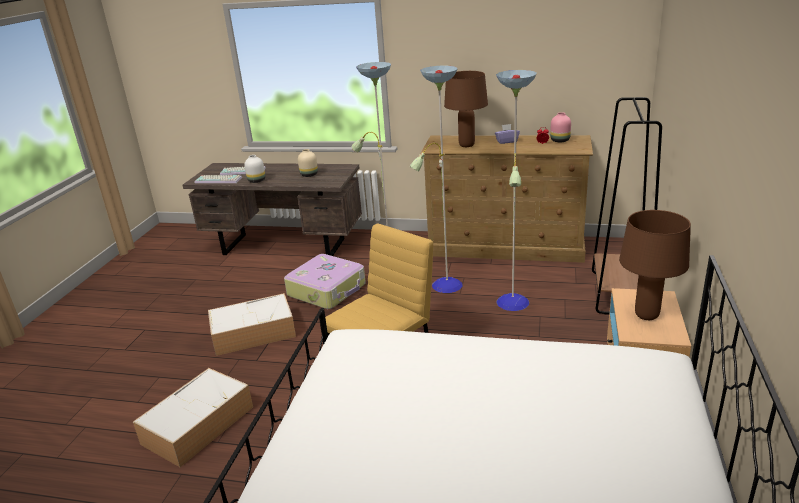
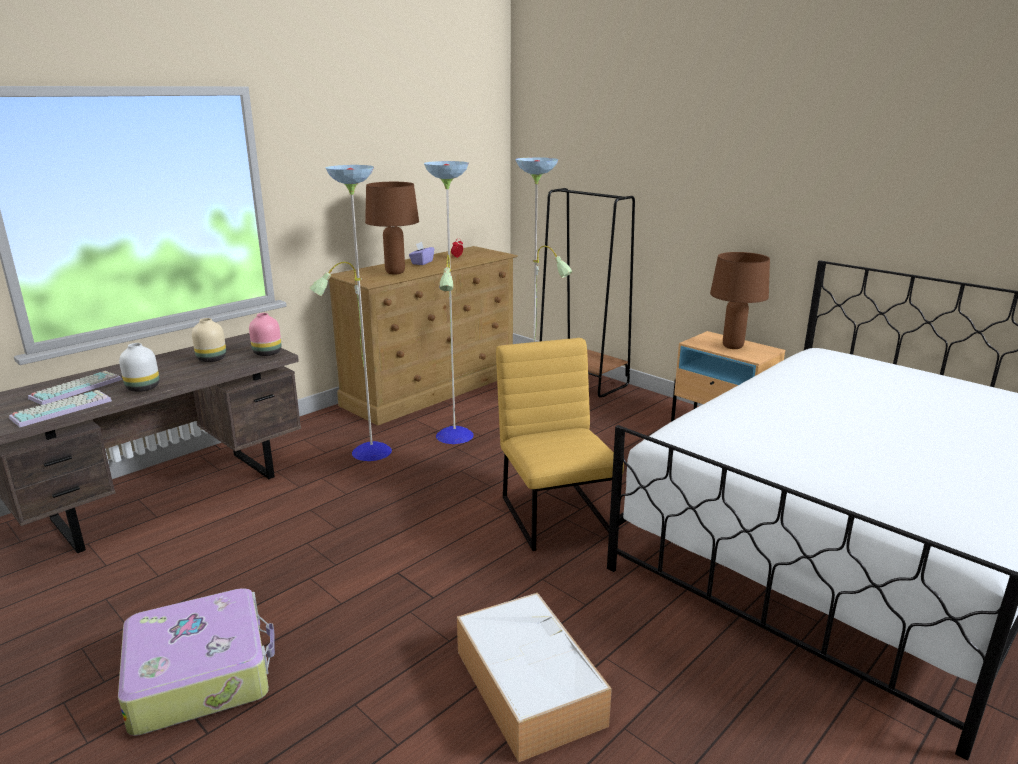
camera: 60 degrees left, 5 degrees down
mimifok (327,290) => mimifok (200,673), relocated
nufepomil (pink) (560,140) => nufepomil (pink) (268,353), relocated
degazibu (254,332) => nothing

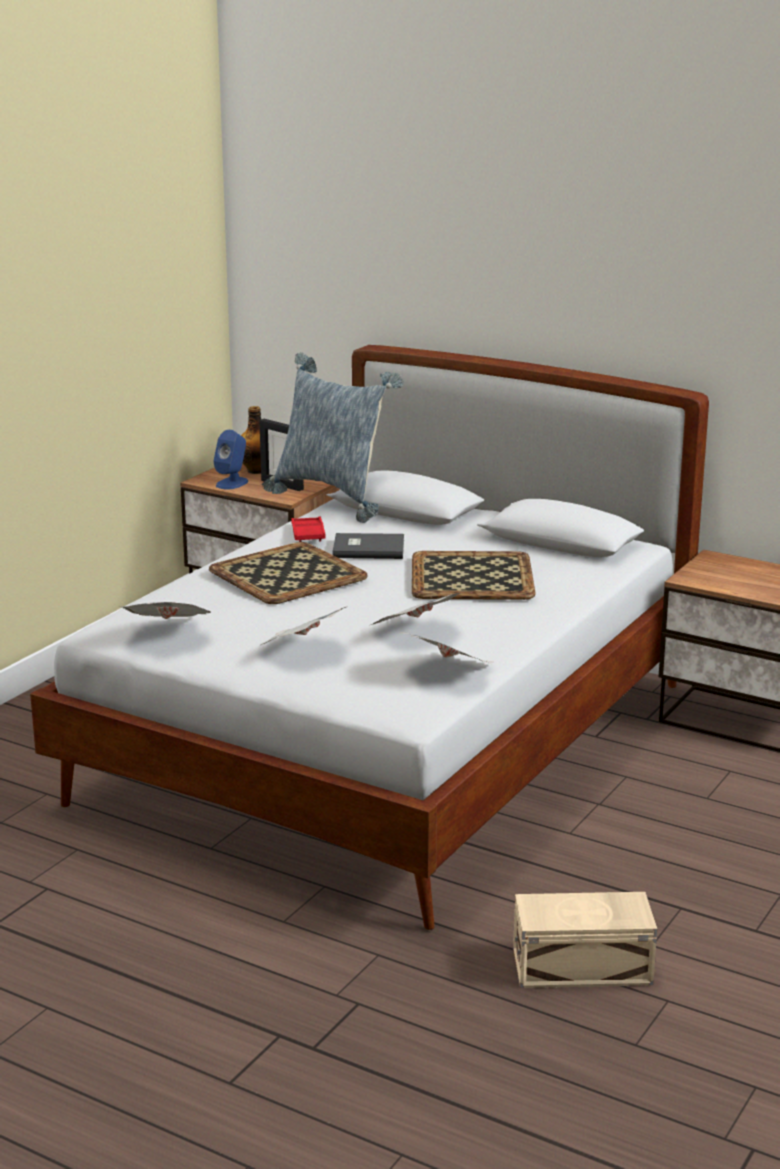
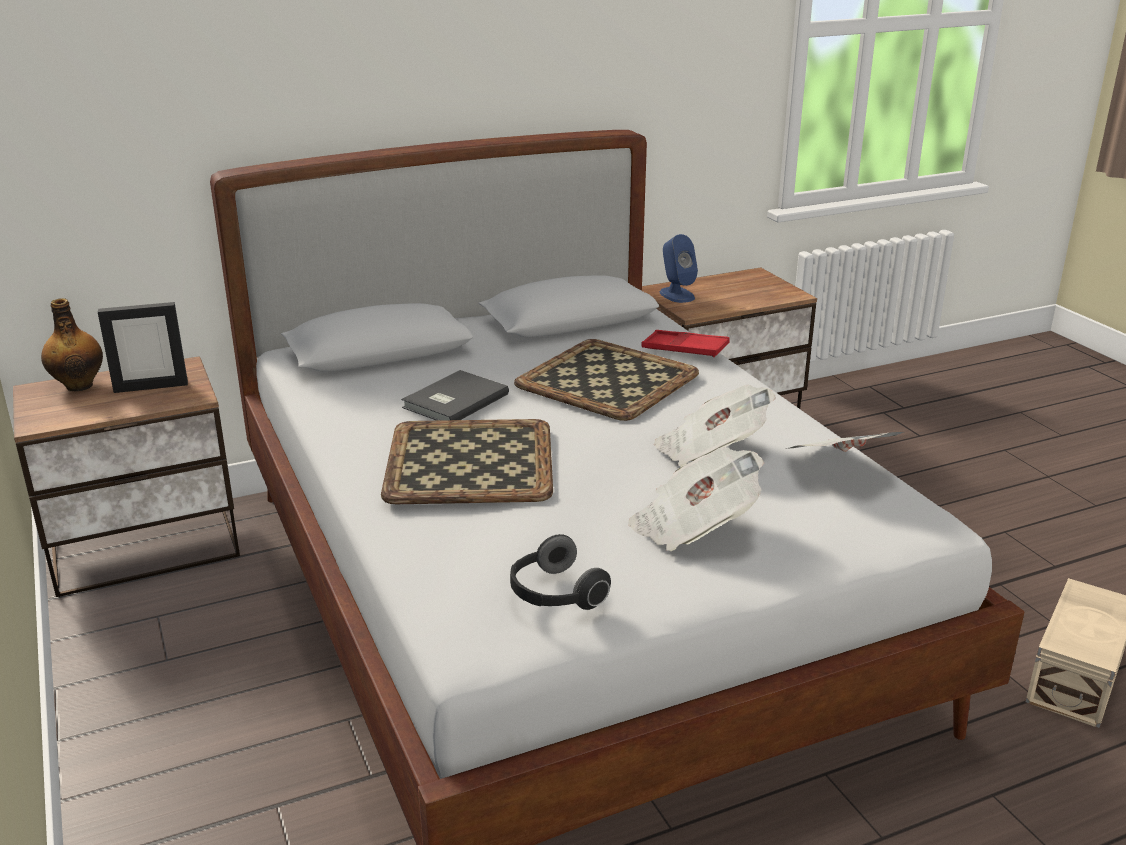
camera: 55 degrees left, 5 degrees up
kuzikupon (168,633) => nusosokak (554,595)
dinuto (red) (308,534) => dinuto (red) (685,349), relocated
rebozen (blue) (232,483) => rebozen (blue) (676,295), relocated
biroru (334,504) => nothing

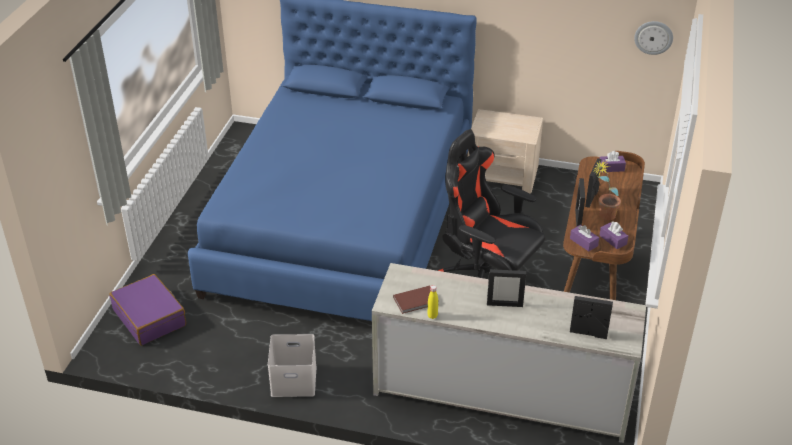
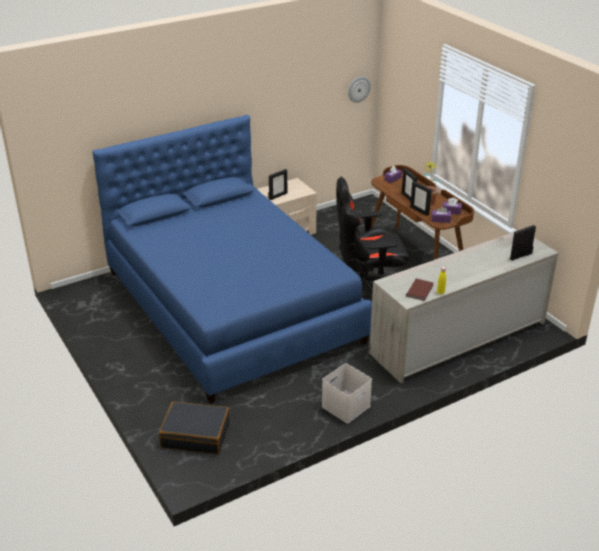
camera: 45 degrees left, 5 degrees down
mimifok (purple) (150,317) => mimifok (black) (196,435)
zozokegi (504,304) => zozokegi (278,196), relocated

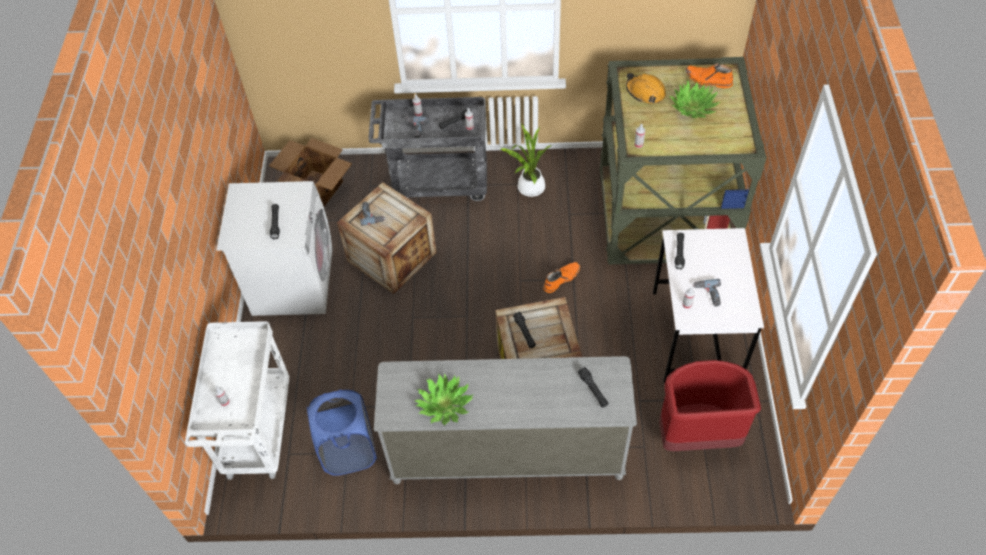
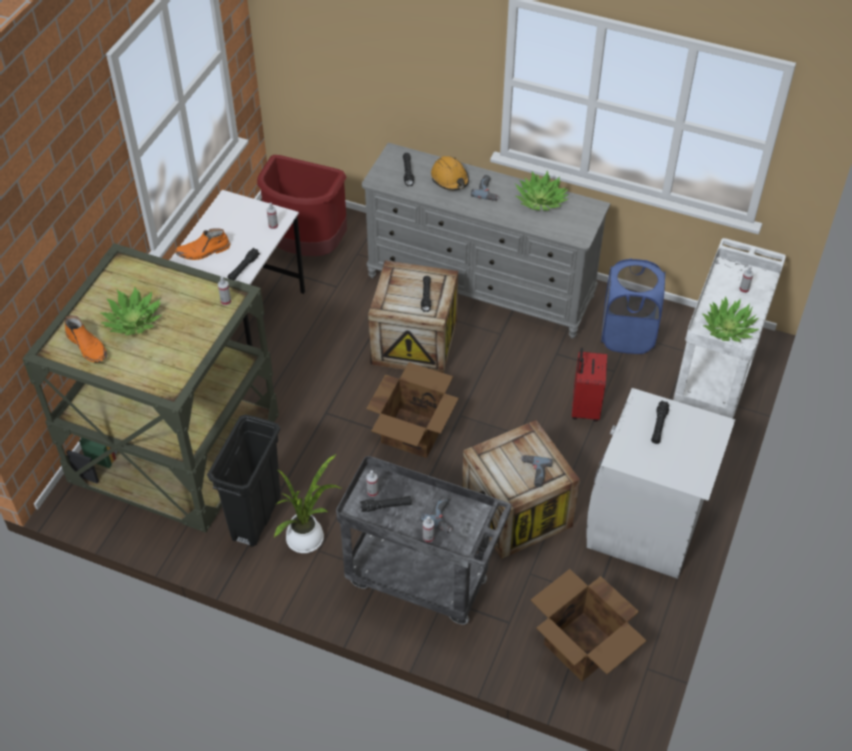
camera: 160 degrees left, 5 degrees down
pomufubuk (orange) (561,279) => pomufubuk (orange) (203,251), relocated
nothing => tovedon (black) (256,518)
nothing => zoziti (413,432)
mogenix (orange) (645,92) => mogenix (orange) (450,179), relocated
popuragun (707,294) => popuragun (488,191), relocated
nothing => mimifok (red) (584,407)
nothing => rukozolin (728,328)

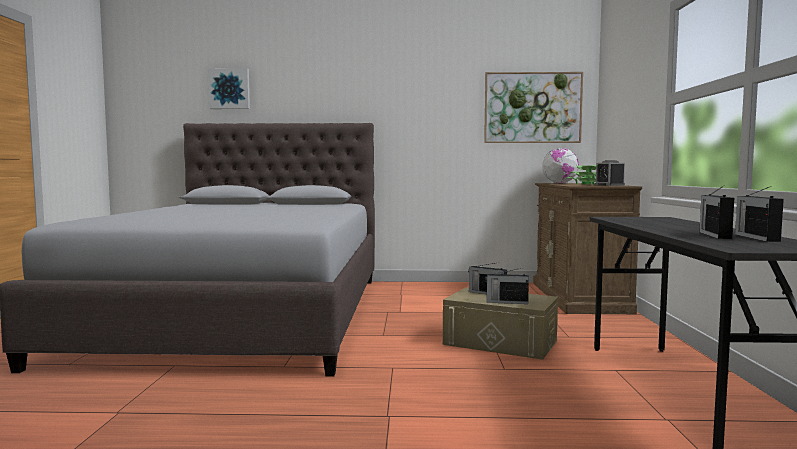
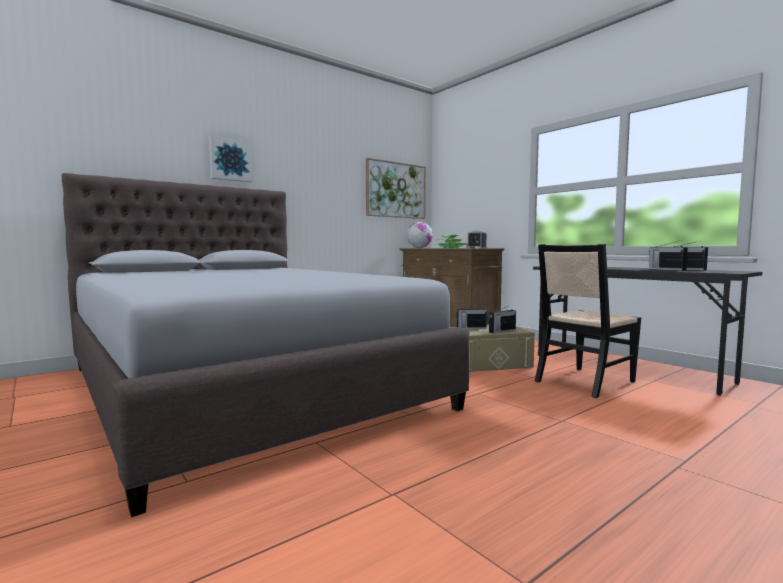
camera: 40 degrees left, 0 degrees up
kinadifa (230,89) => kinadifa (230,160), relocated
nothing => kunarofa (585,382)

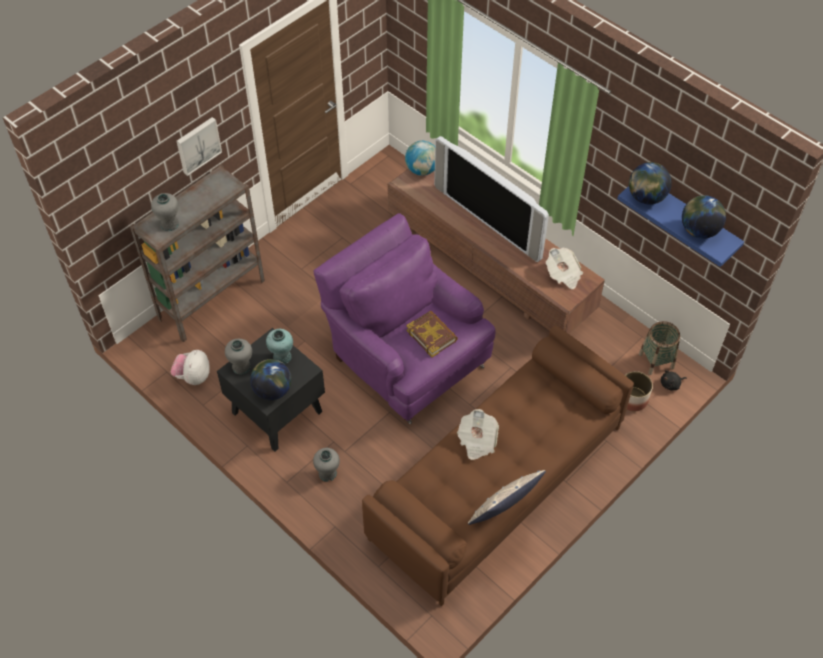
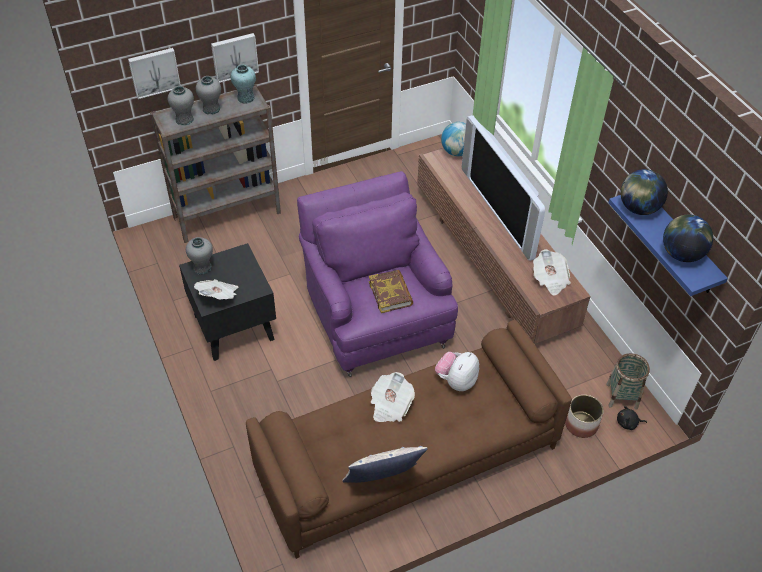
camera: 20 degrees right, 5 degrees down
nothing => kinadifa (154,72)
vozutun (272,390) => kuzikupon (219,296)
nufepomil (grey) (327,473) => nufepomil (grey) (211,109), relocated
nufepomil (turquoise) (282,357) => nufepomil (turquoise) (245,98), relocated
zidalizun (193,376) => zidalizun (456,381), relocated

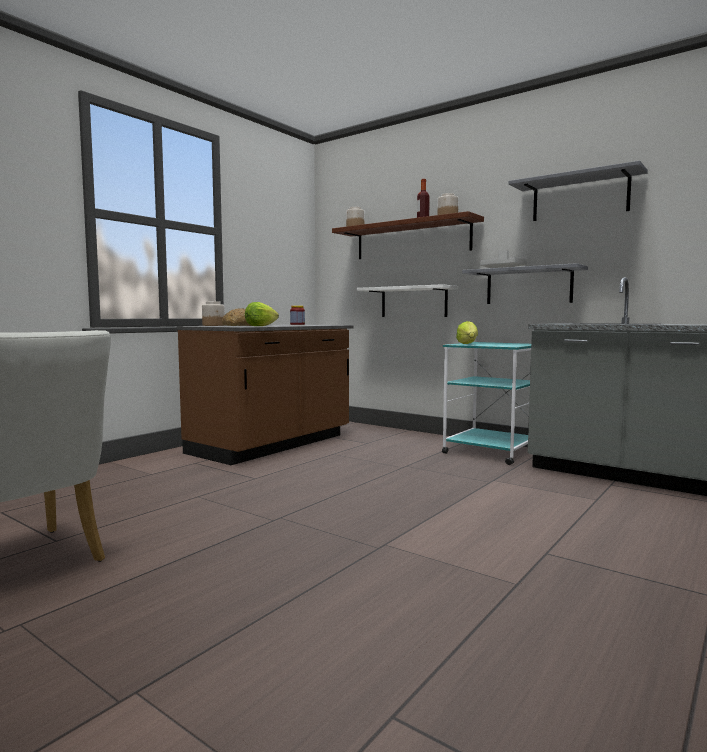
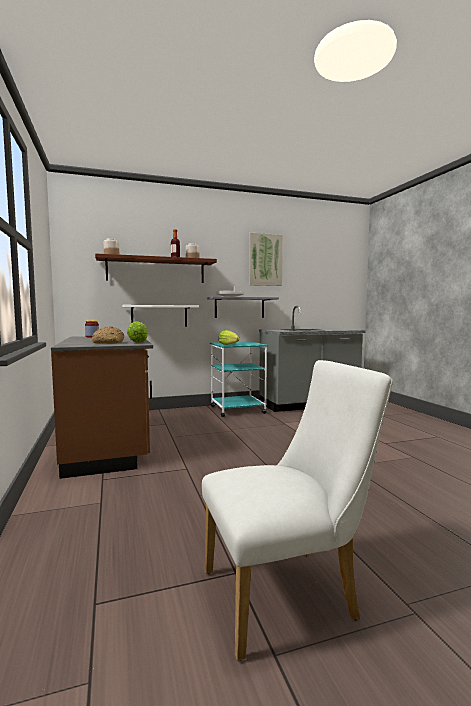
camera: 55 degrees left, 0 degrees up
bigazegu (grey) (580,197) => kinadifa (265,260)
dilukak (214,325) => nothing

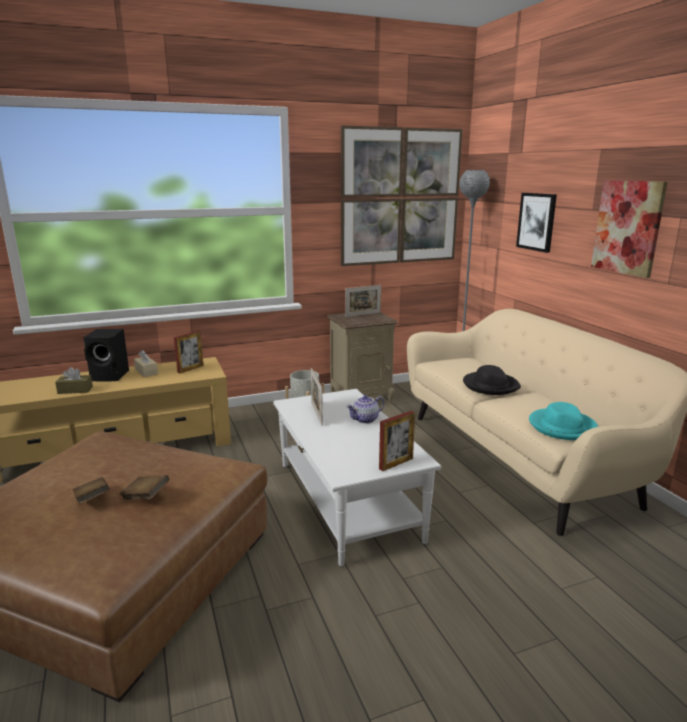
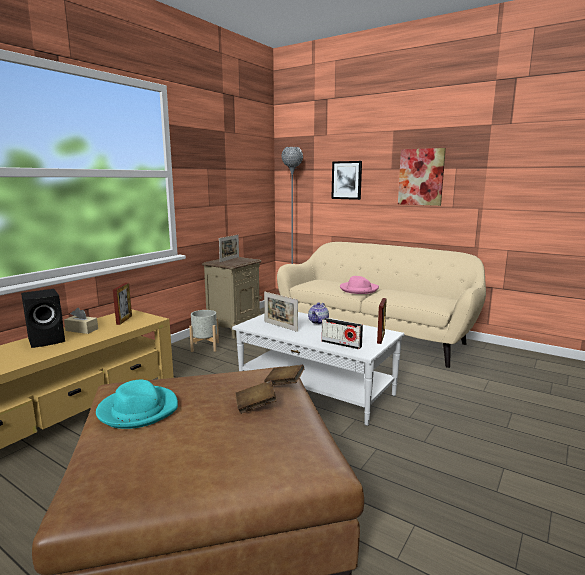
camera: 35 degrees left, 5 degrees down
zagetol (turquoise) (562,427) => zagetol (turquoise) (138,410), relocated
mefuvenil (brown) (92,500) => mefuvenil (brown) (284,384), relocated
nothing => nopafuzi (341,344)
zagetol (black) (490,385) => zagetol (pink) (358,289)
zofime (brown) (75,390) => nothing
kinadifa (400,197) => nothing

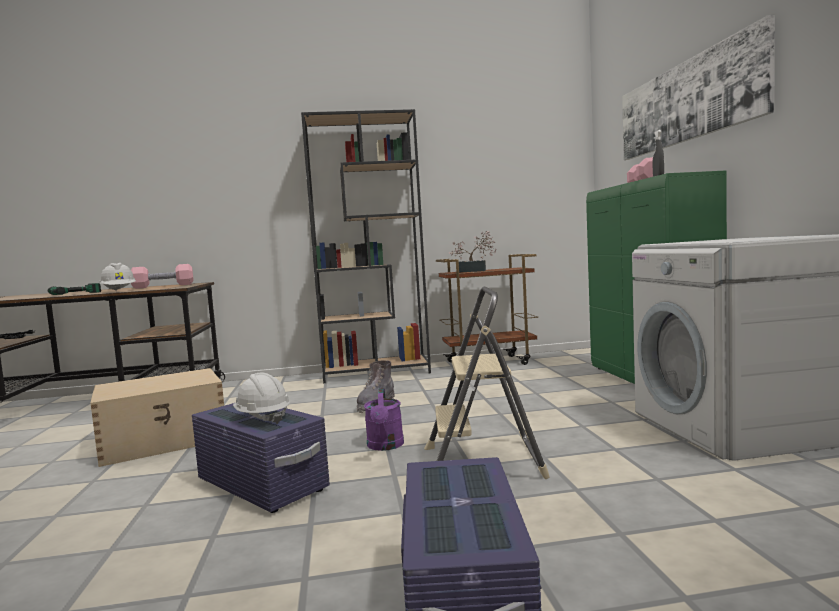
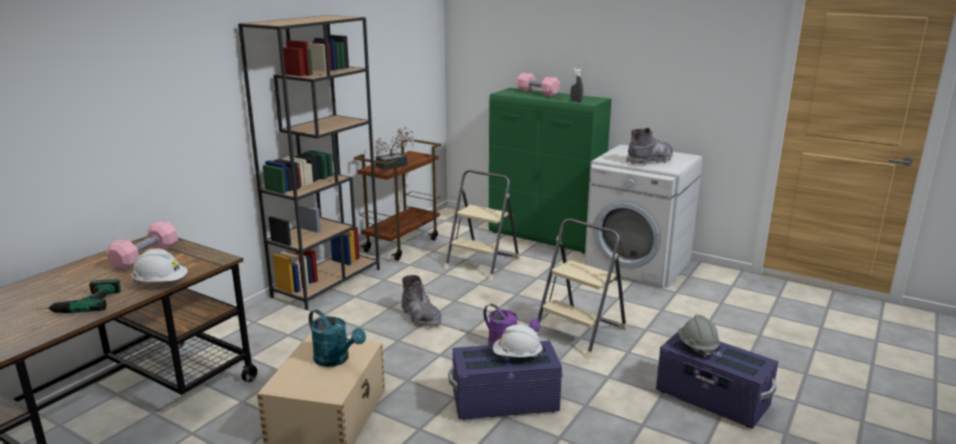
camera: 50 degrees left, 15 degrees up
nothing => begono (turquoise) (336,360)
nothing => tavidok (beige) (484,262)
nothing => pomufubuk (grey) (650,161)
nothing => mogenix (grey) (697,346)
kinadifa (686,102) => nothing

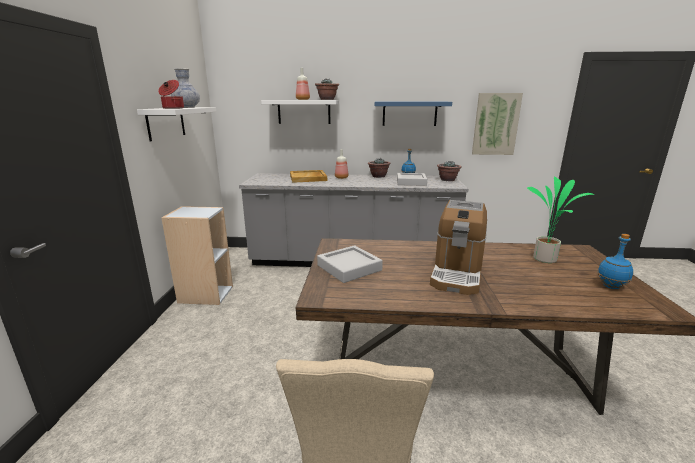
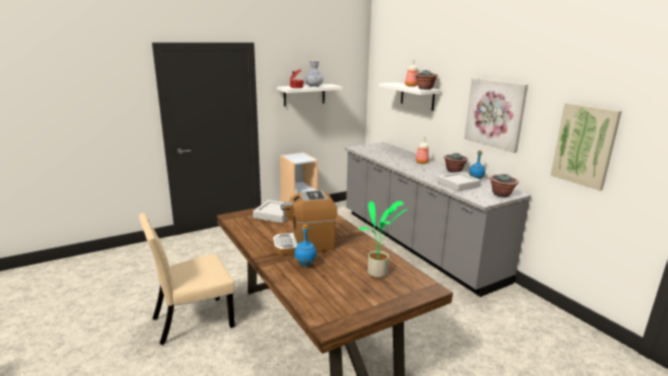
camera: 55 degrees right, 0 degrees up
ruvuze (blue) (610,286) => ruvuze (blue) (305,265), relocated
bigazegu (blue) (409,113) => kinadifa (495,113)
dinuto (beige) (308,178) => nothing

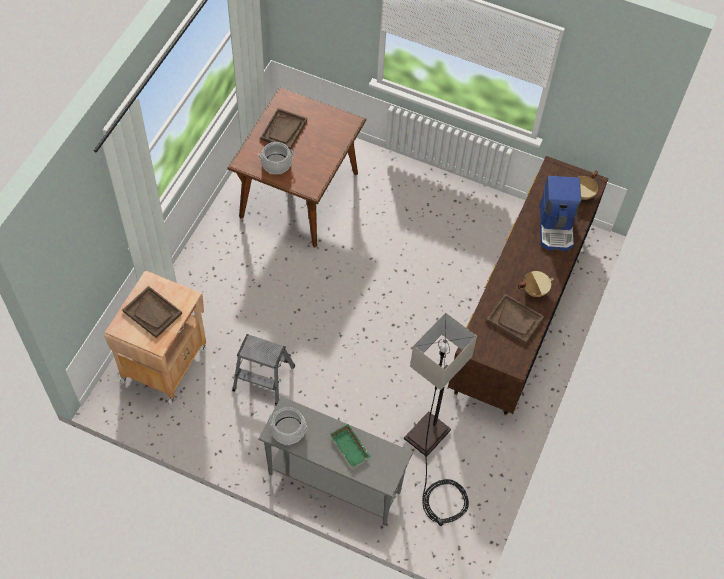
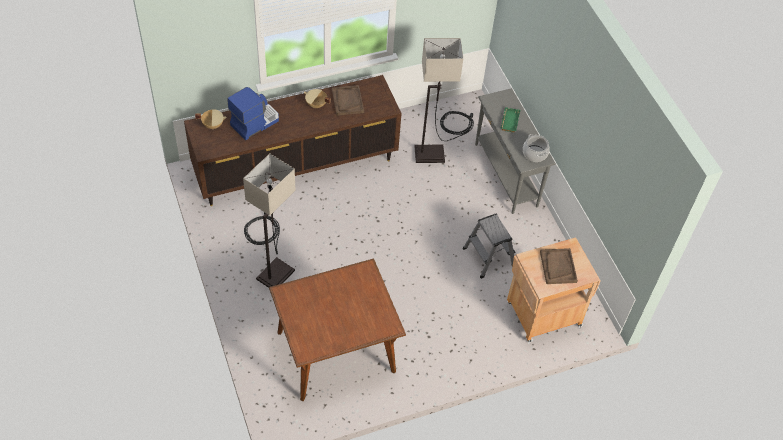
camera: 135 degrees left, 5 degrees down
nothing => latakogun (269,250)
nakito (276,164) => nothing
dinuto (brown) (284,130) => nothing

